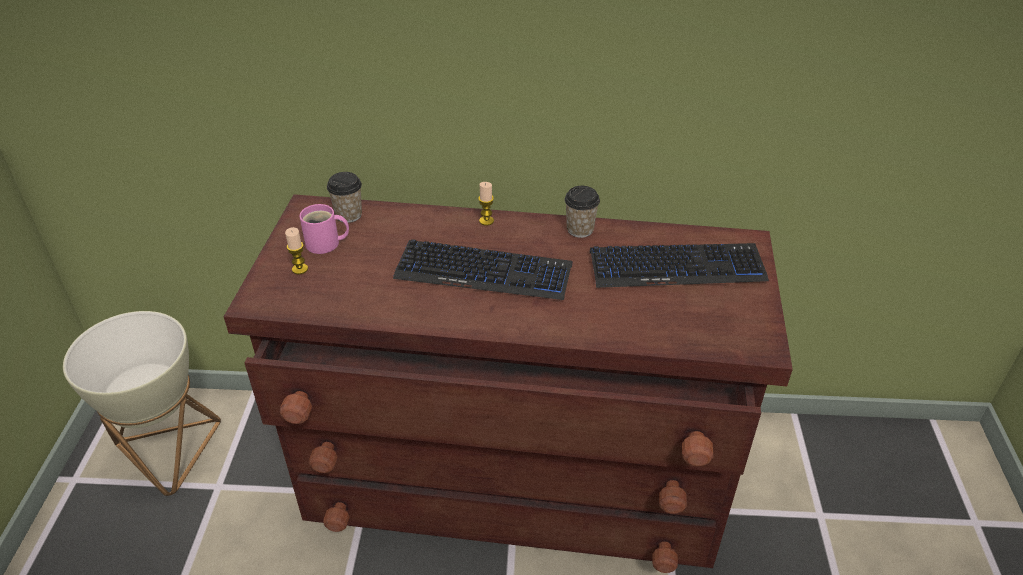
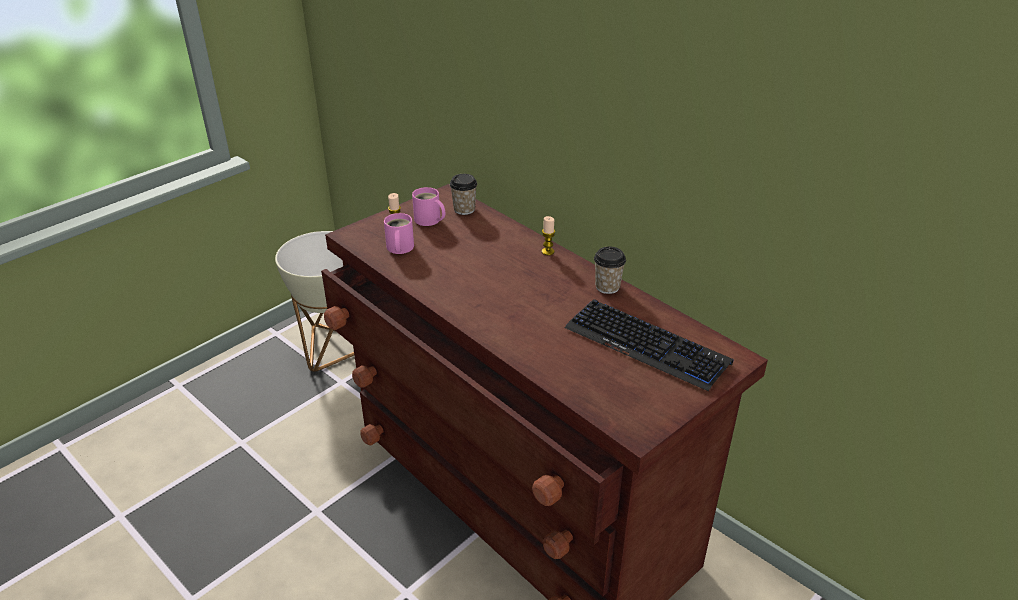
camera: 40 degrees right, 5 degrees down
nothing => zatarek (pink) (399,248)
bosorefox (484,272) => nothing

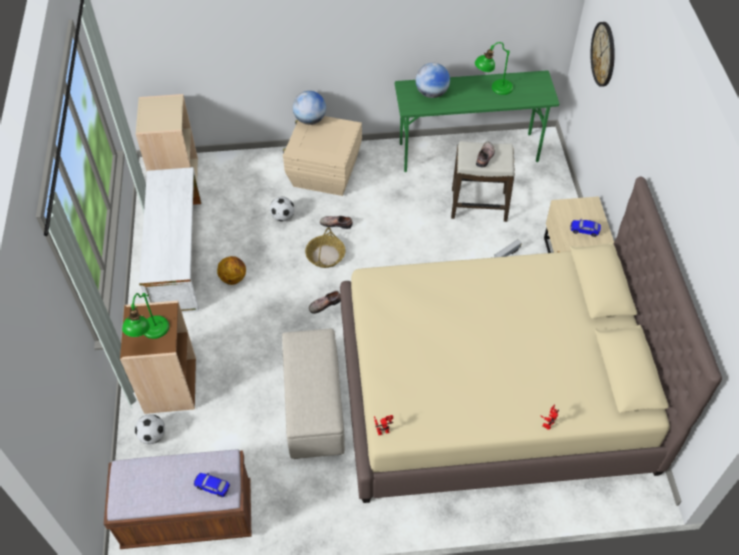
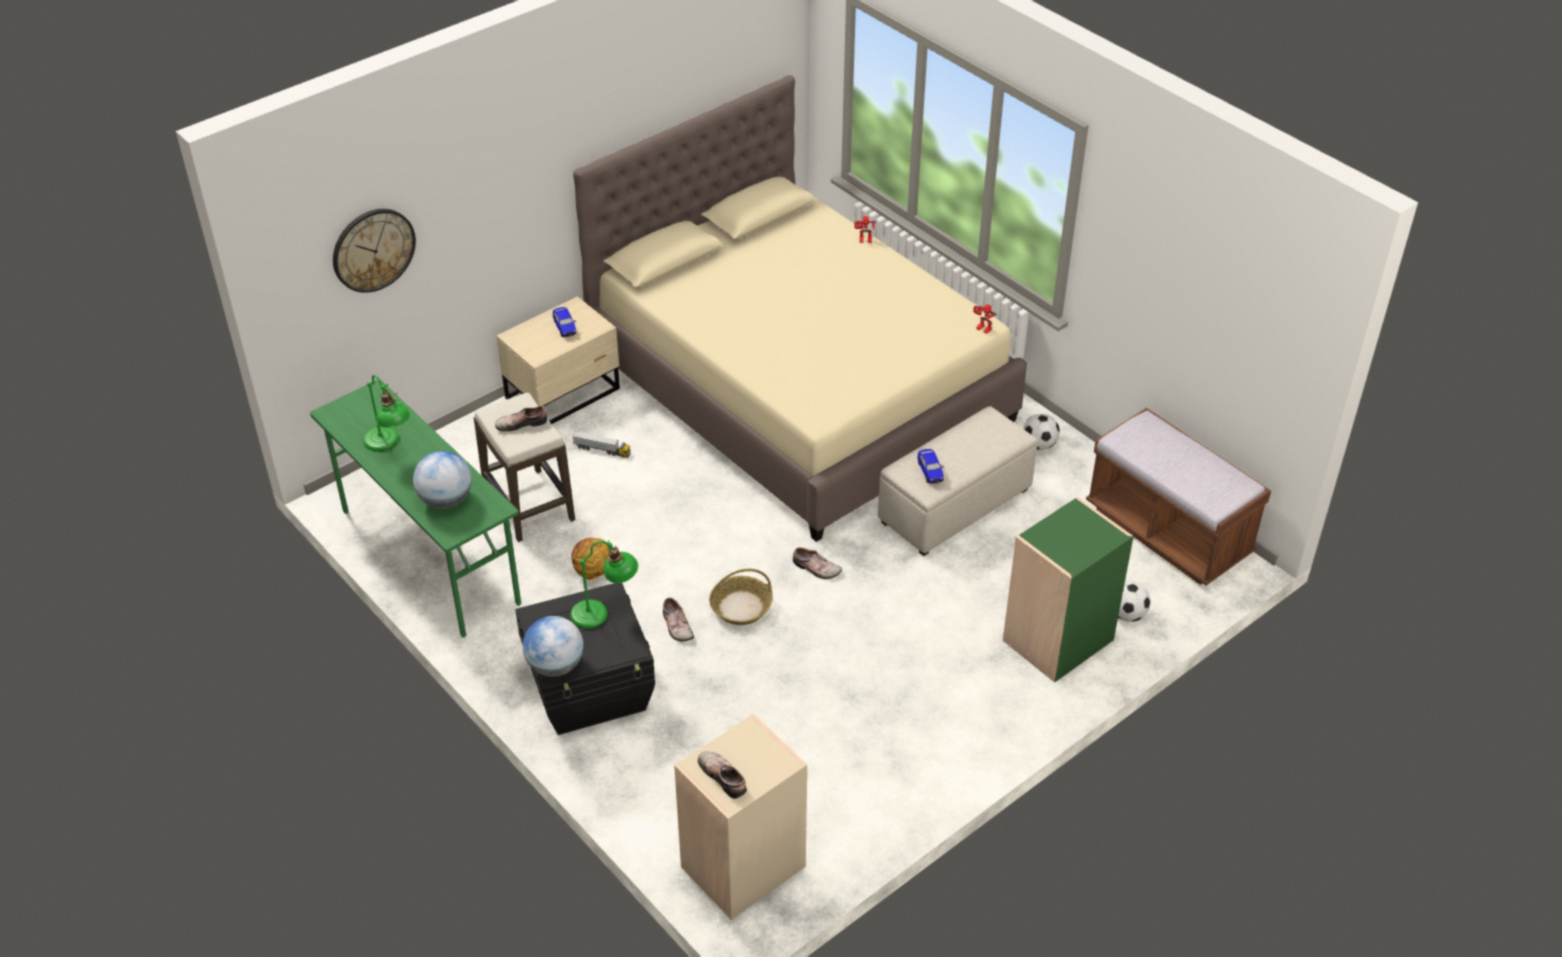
camera: 125 degrees left, 10 degrees down
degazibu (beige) (324,173) => degazibu (black) (591,690)
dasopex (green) (151,337) => dasopex (green) (605,610), relocated
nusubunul (233,278) => nusubunul (593,572), relocated
nothing => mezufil (724,776)
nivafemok (212,487) => nivafemok (930,472), relocated
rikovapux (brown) (169,384) => rikovapux (green) (1058,641)
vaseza (282,217) => vaseza (1039,445), relocated
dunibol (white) (176,254) => nothing

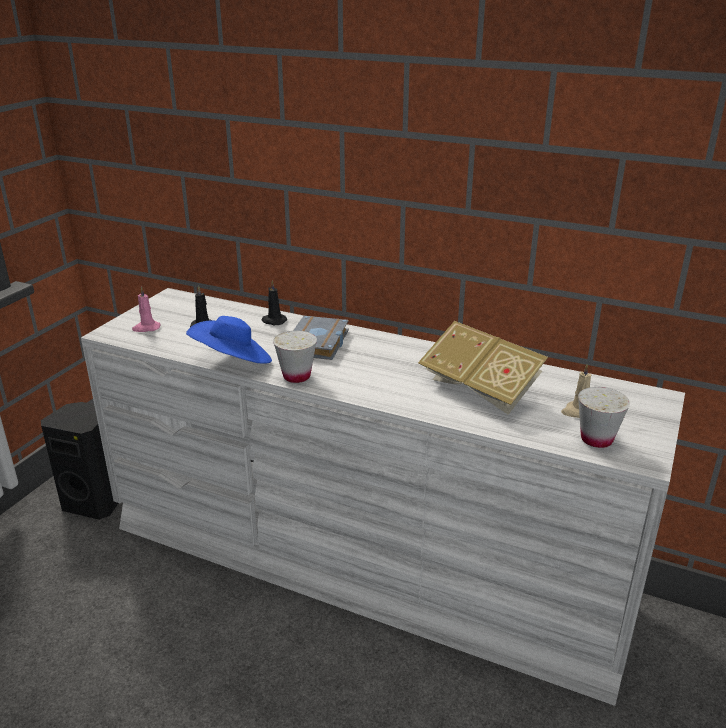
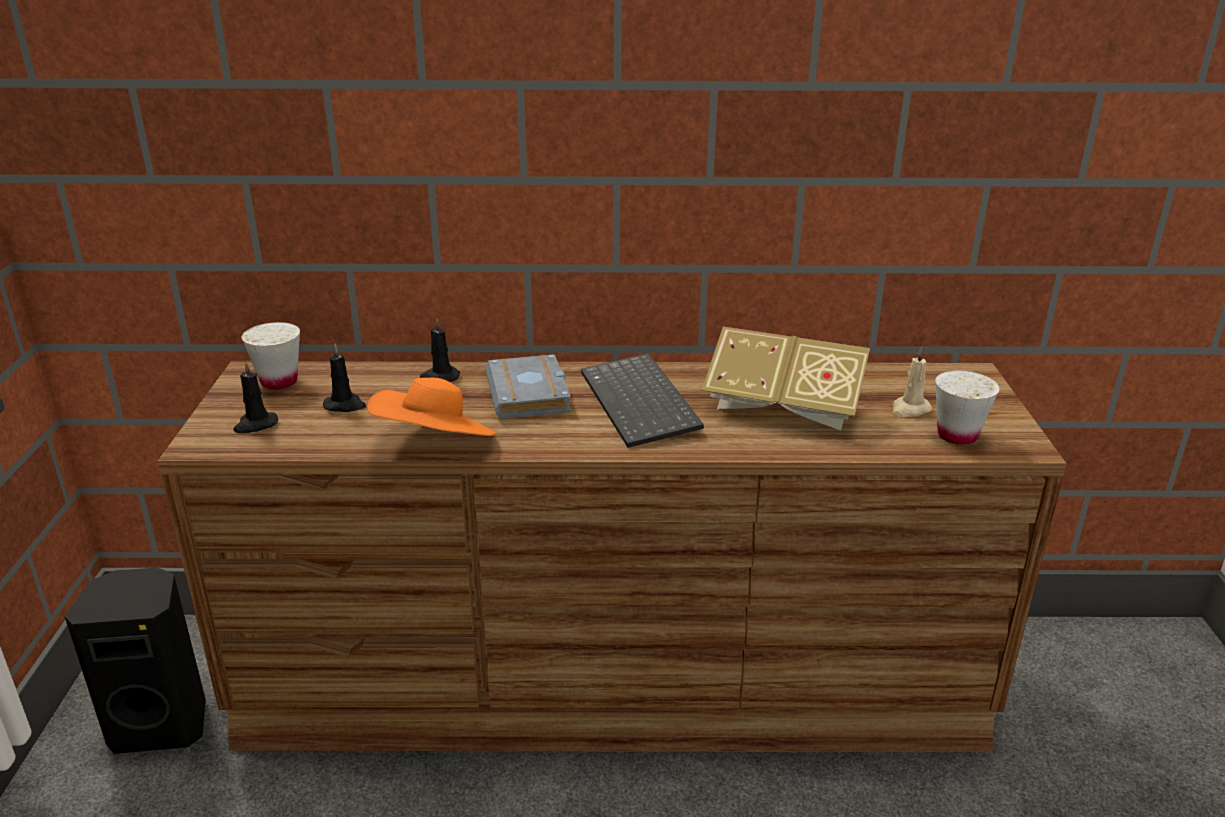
camera: 25 degrees left, 0 degrees up
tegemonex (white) (363,560) => tegemonex (brown) (611,681)
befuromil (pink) (146,328) => befuromil (black) (255,425)
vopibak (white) (296,376) => vopibak (white) (279,382), relocated
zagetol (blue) (233,362) => zagetol (orange) (435,444)
nothing => bosorefox (642,403)

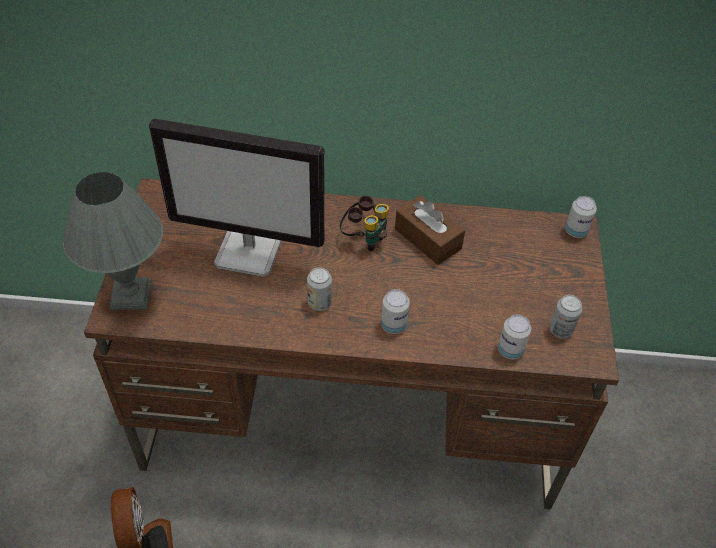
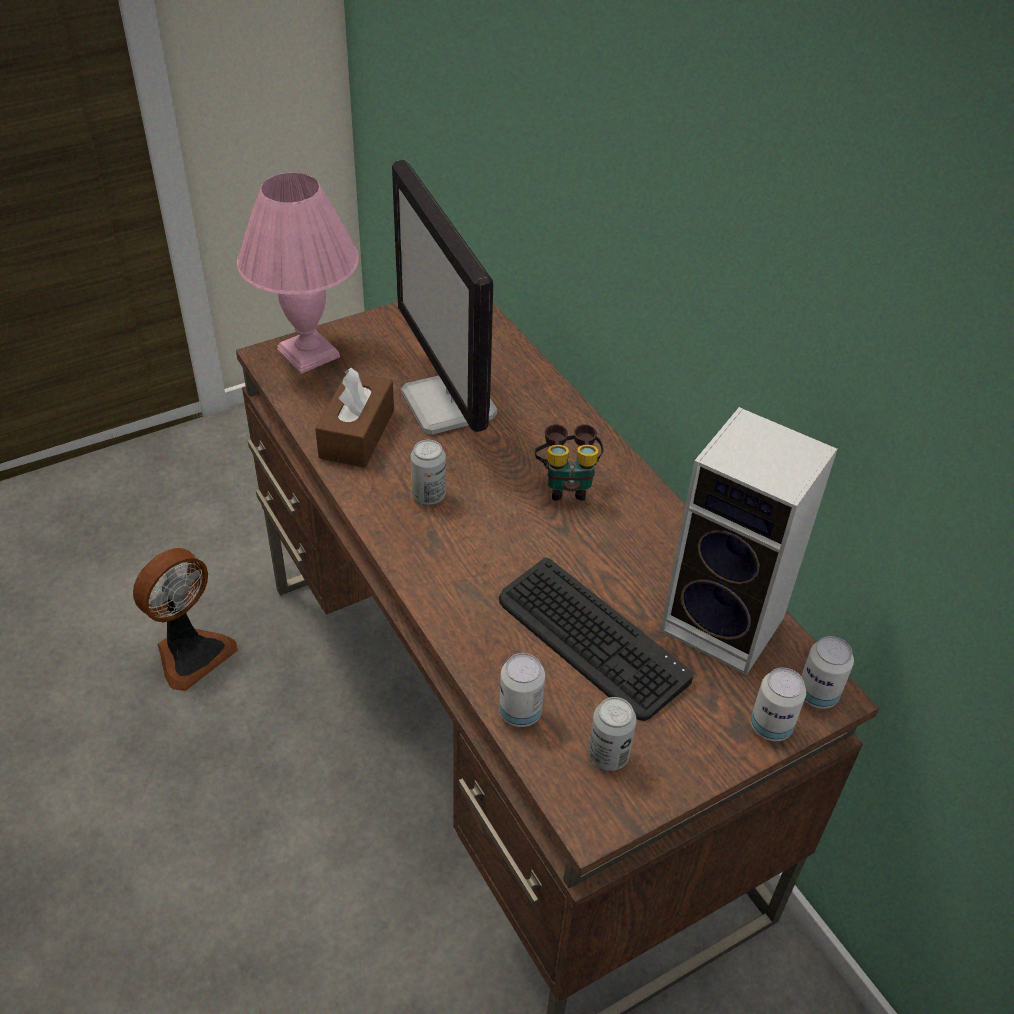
camera: 55 degrees right, 5 degrees down
dasopex (grey) (129,295) => dasopex (pink) (307,353)
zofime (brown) (427,239) => zofime (brown) (357,434), relocated
nothing => bosorefox (591,639)
nothing => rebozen (727,625)
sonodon (393,325) => sonodon (770,726), relocated

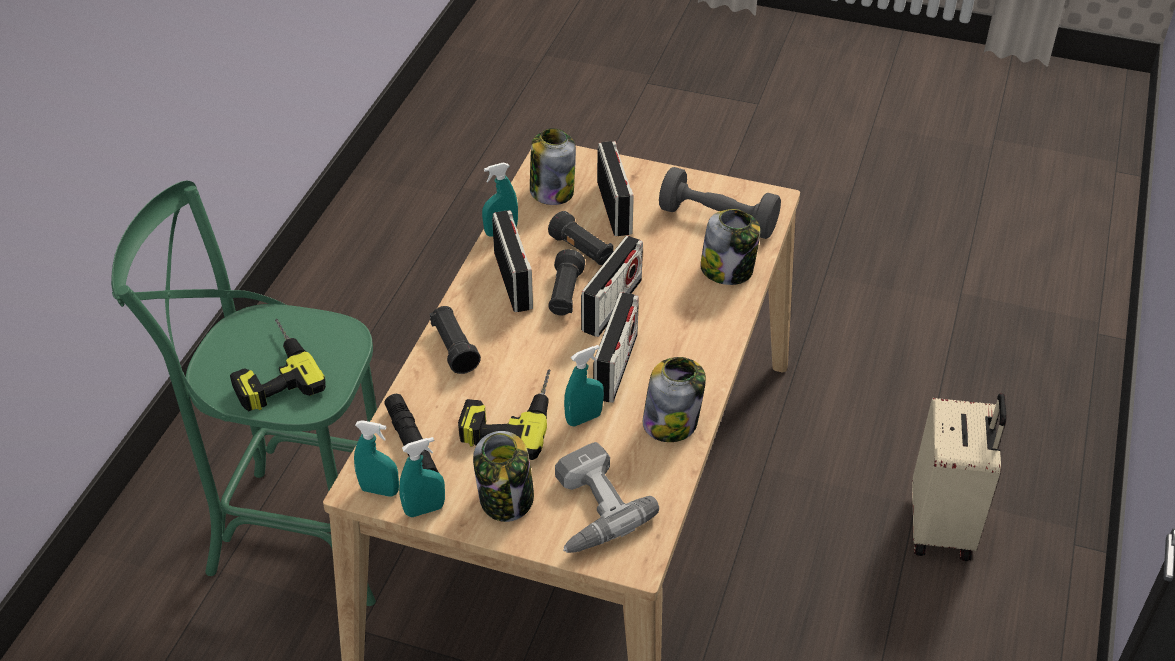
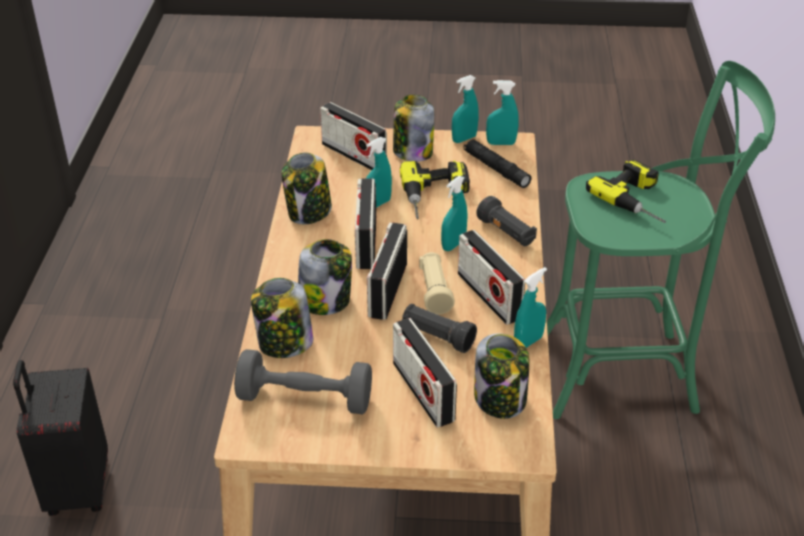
camera: 165 degrees right, 5 degrees down
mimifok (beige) (943,526) => mimifok (black) (76,488)
nothing => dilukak (325,300)
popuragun (588,509) => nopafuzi (354,155)
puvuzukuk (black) (565,295) => puvuzukuk (beige) (434,292)
nothing => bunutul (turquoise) (453,244)

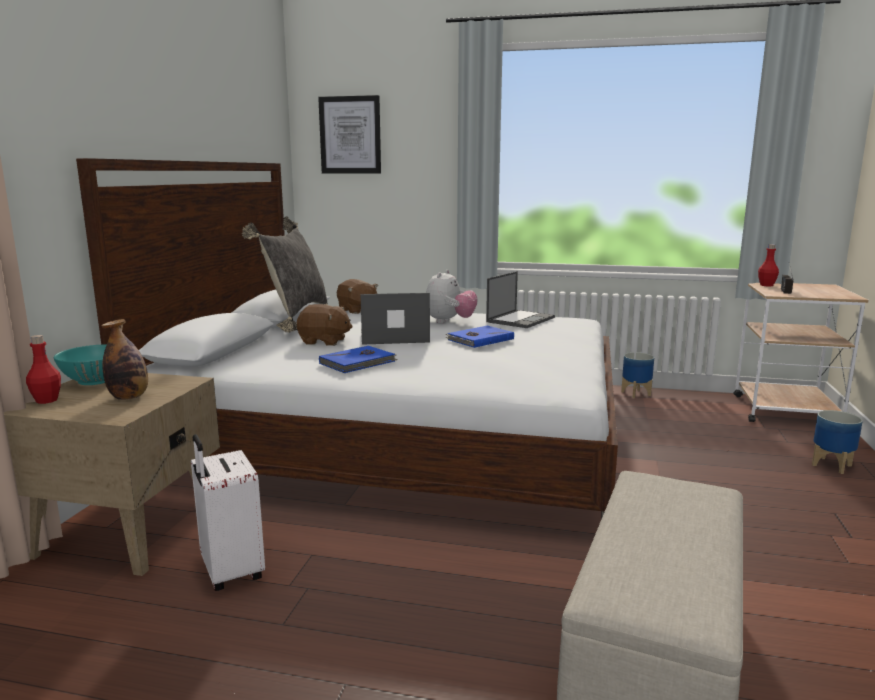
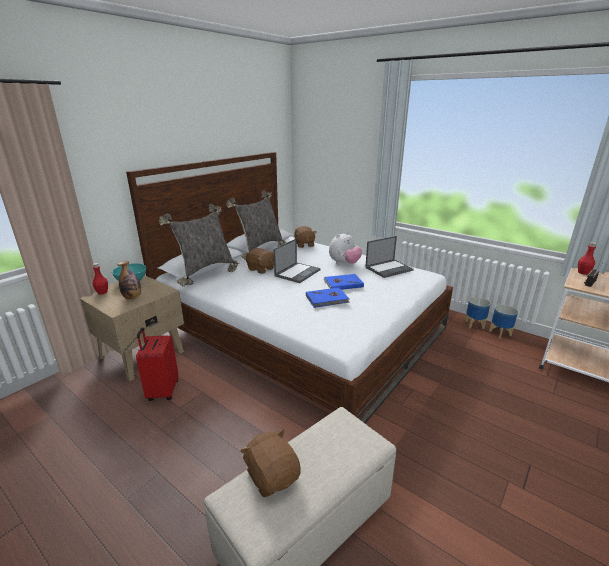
camera: 25 degrees right, 10 degrees up
mimifok (white) (230,572) => mimifok (red) (162,391)
nothing => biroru (205,276)
nothing => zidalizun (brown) (272,476)
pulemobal (393,337) => pulemobal (297,272), 105 degrees clockwise
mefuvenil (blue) (358,362) => mefuvenil (blue) (327,299), relocated
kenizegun (831,465) => kenizegun (500,333), relocated
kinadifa (350,135) => nothing

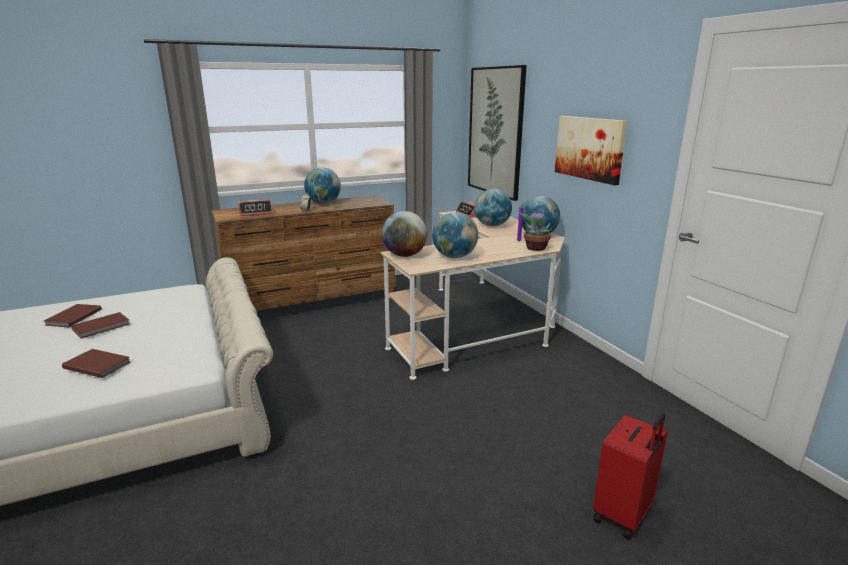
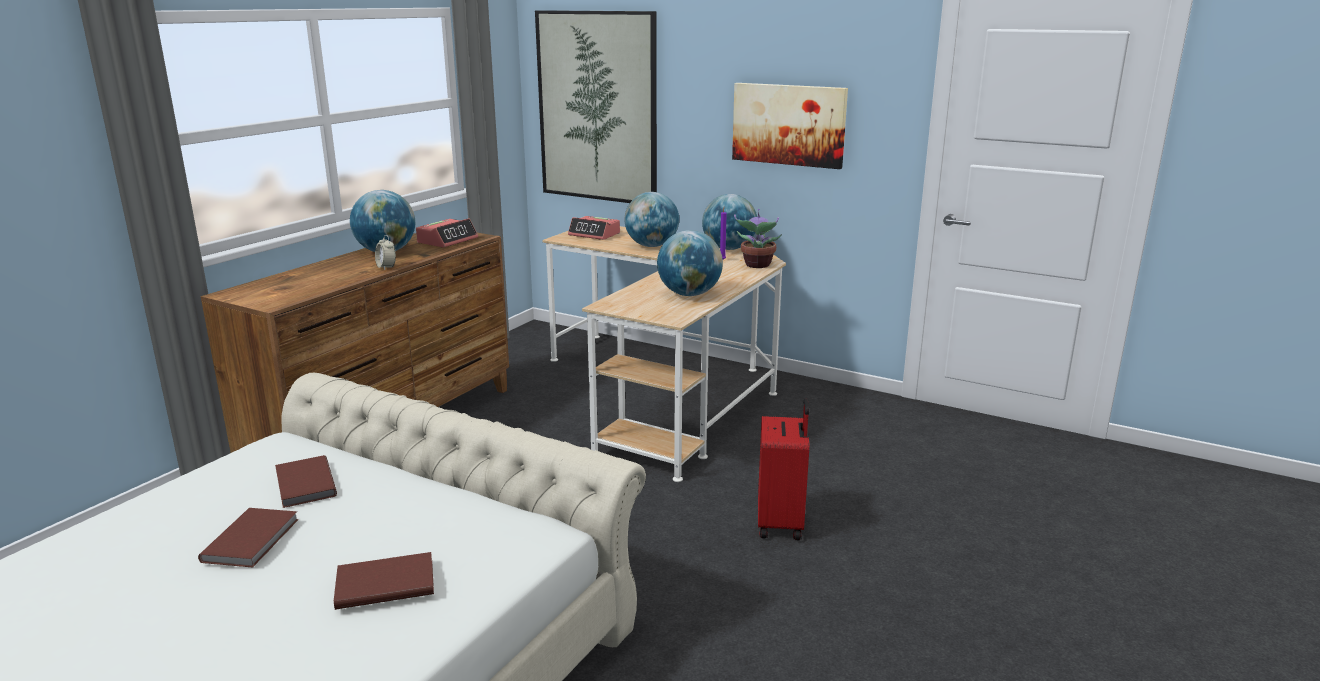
camera: 35 degrees left, 0 degrees up
mefuvenil (brown) (72,317) => mefuvenil (brown) (304,485), relocated
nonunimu (255,212) => nonunimu (447,240), relocated
mimifok (red) (623,515) => mimifok (red) (781,523), relocated
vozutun (404,255) => nothing

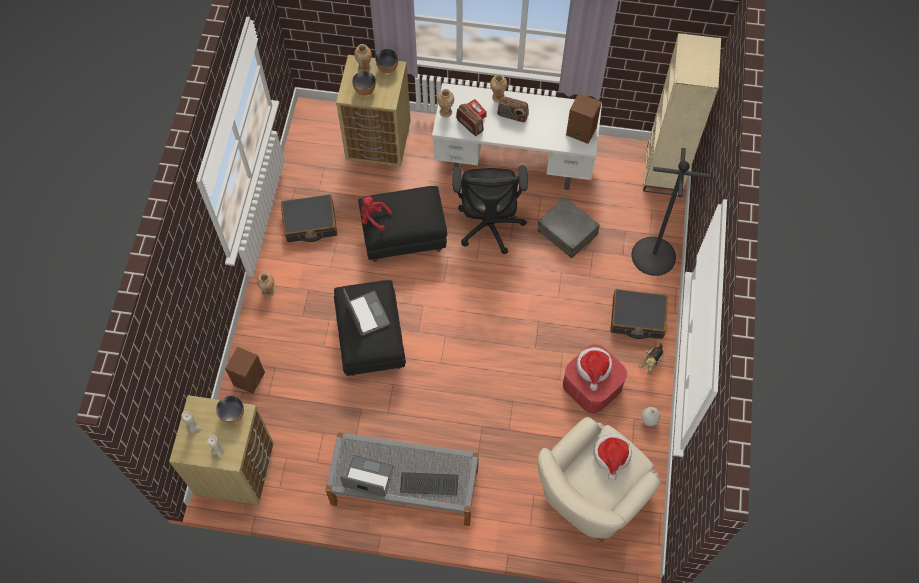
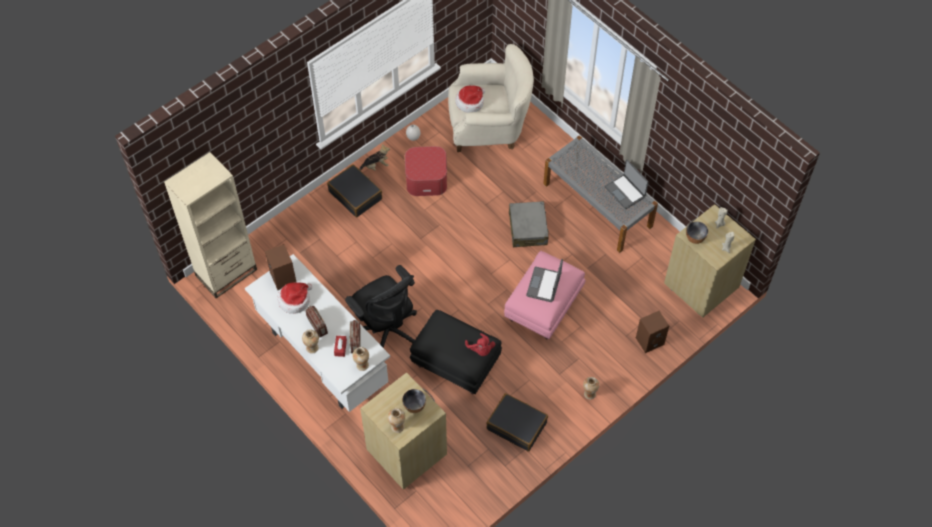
camera: 140 degrees left, 5 degrees down
zagetol (593,368) => zagetol (295,300), relocated
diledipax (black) (488,222) => diledipax (black) (386,328), 105 degrees clockwise
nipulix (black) (371,338) => nipulix (pink) (543,308)
mimifok (grey) (567,233) => mimifok (grey) (528,229), relocated
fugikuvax (387,68) => nothing
bosorefox (428,484) => nothing
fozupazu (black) (653,256) => nothing

